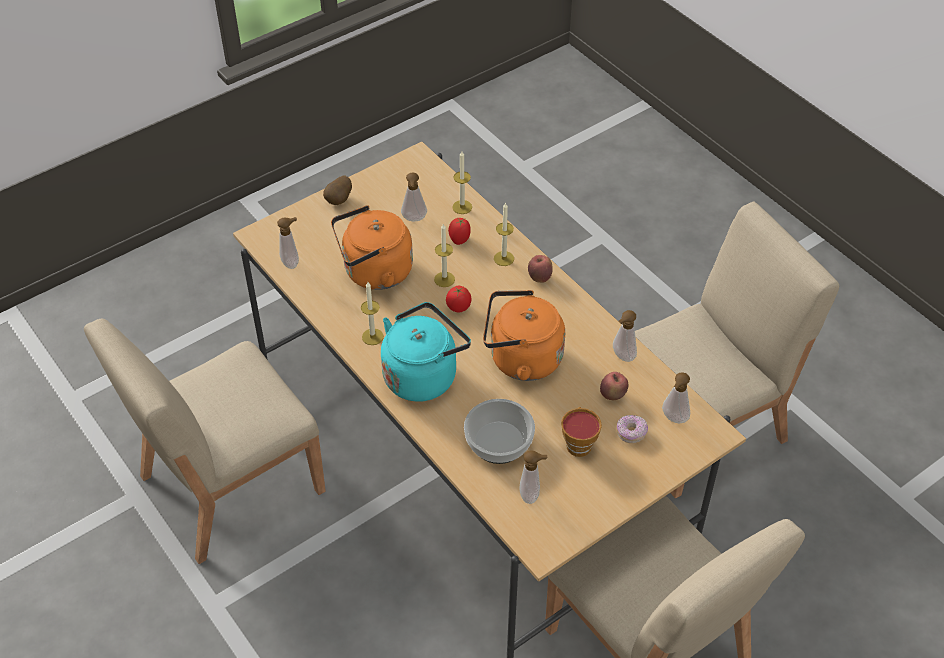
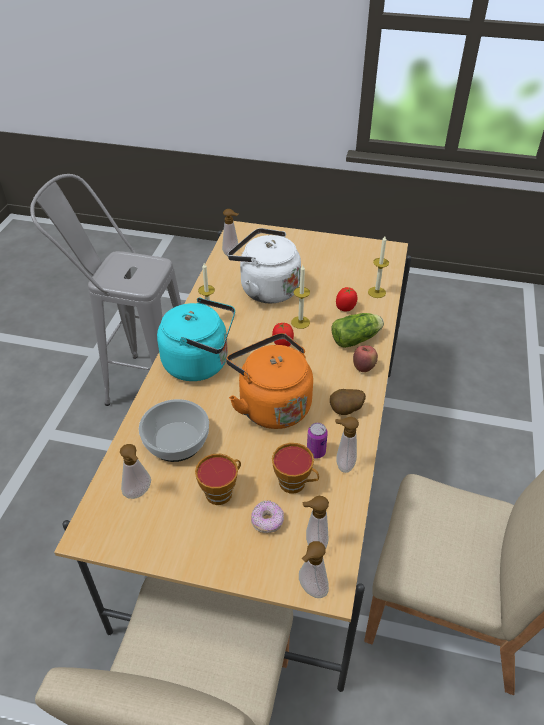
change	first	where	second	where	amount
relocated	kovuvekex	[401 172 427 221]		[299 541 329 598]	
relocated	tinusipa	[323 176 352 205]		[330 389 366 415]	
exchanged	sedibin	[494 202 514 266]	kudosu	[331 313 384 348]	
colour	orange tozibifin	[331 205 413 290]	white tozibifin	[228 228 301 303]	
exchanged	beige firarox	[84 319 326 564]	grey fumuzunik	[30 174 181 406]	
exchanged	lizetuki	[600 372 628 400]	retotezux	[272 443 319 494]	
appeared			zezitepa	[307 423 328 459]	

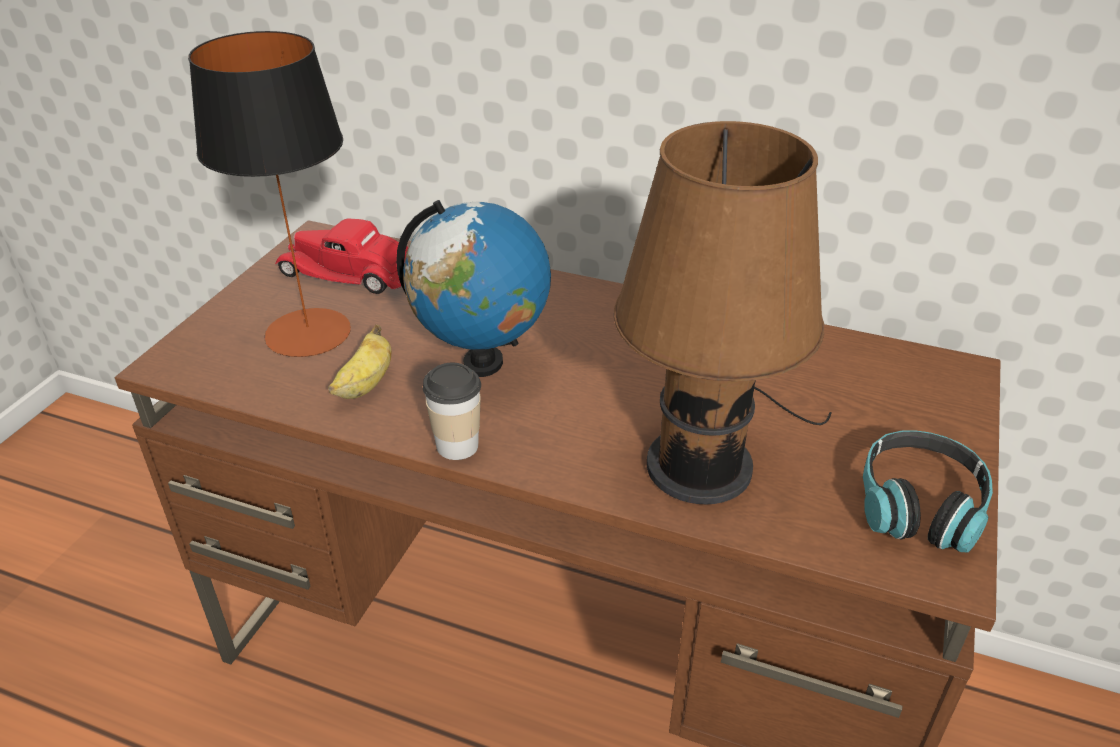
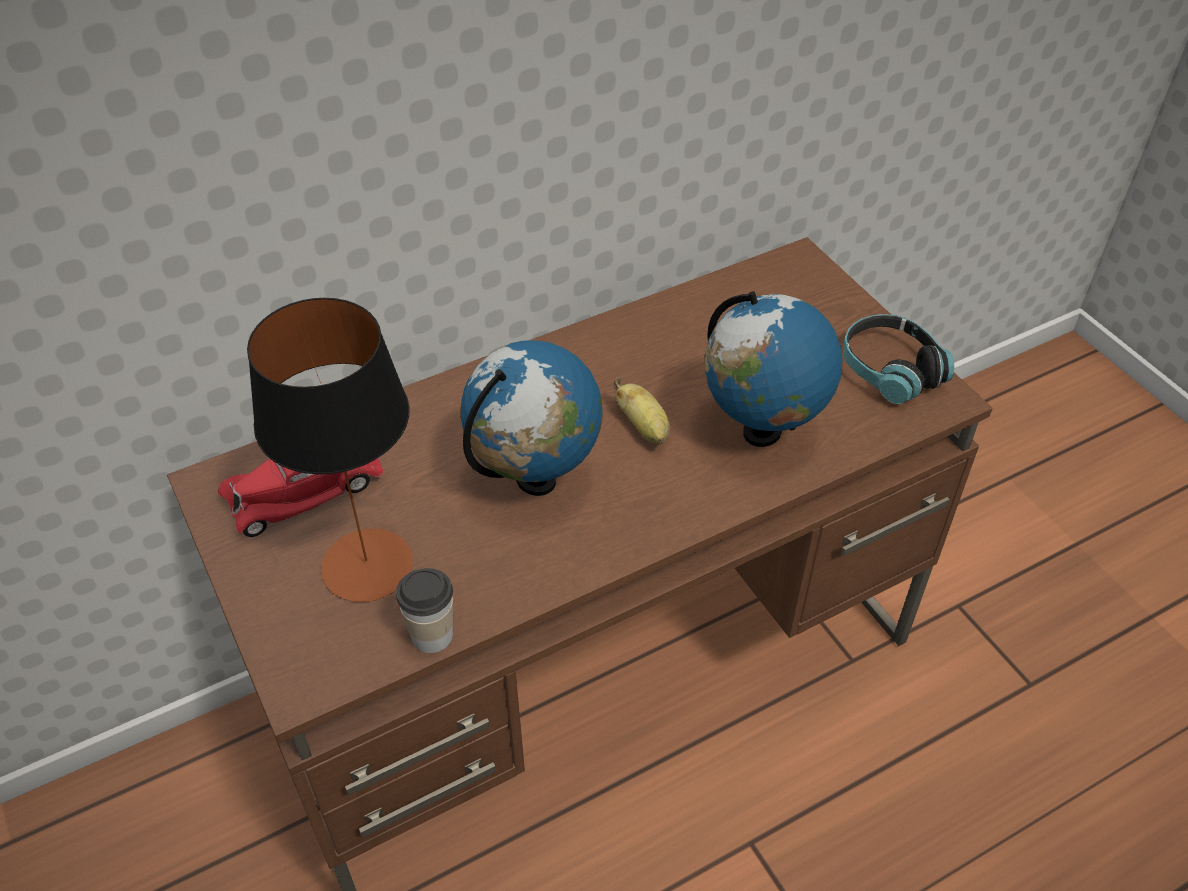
change	first	where	second	where	amount
exchanged	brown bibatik	[614 121 832 504]	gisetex	[705 291 843 447]	
relocated	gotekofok	[328 325 391 399]		[613 377 670 444]	
relocated	retotezux	[423 363 481 460]		[396 568 453 653]	

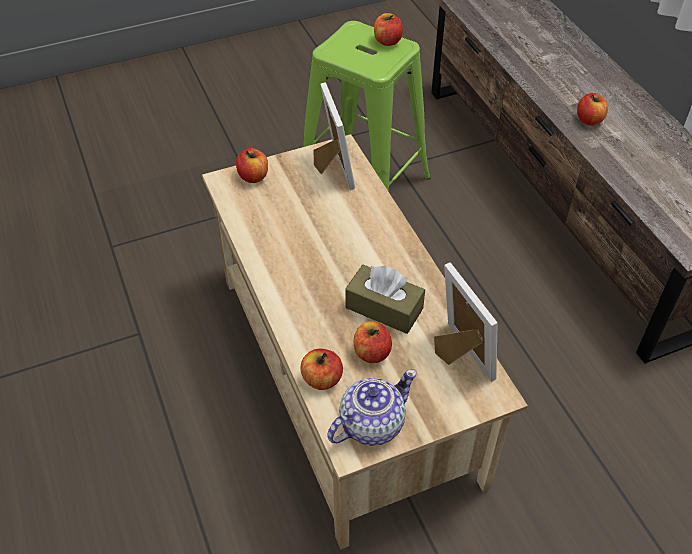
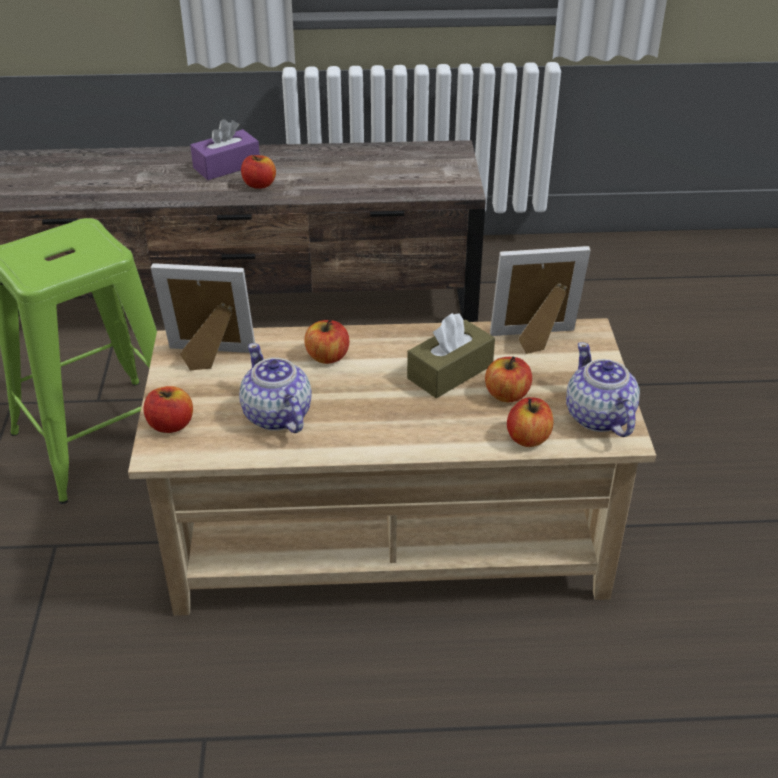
change	first	where	second	where	amount
relocated	lizetuki	[374 13 403 46]		[304 319 349 364]	
appeared			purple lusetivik	[190 119 260 180]	
appeared			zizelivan	[239 343 312 433]	

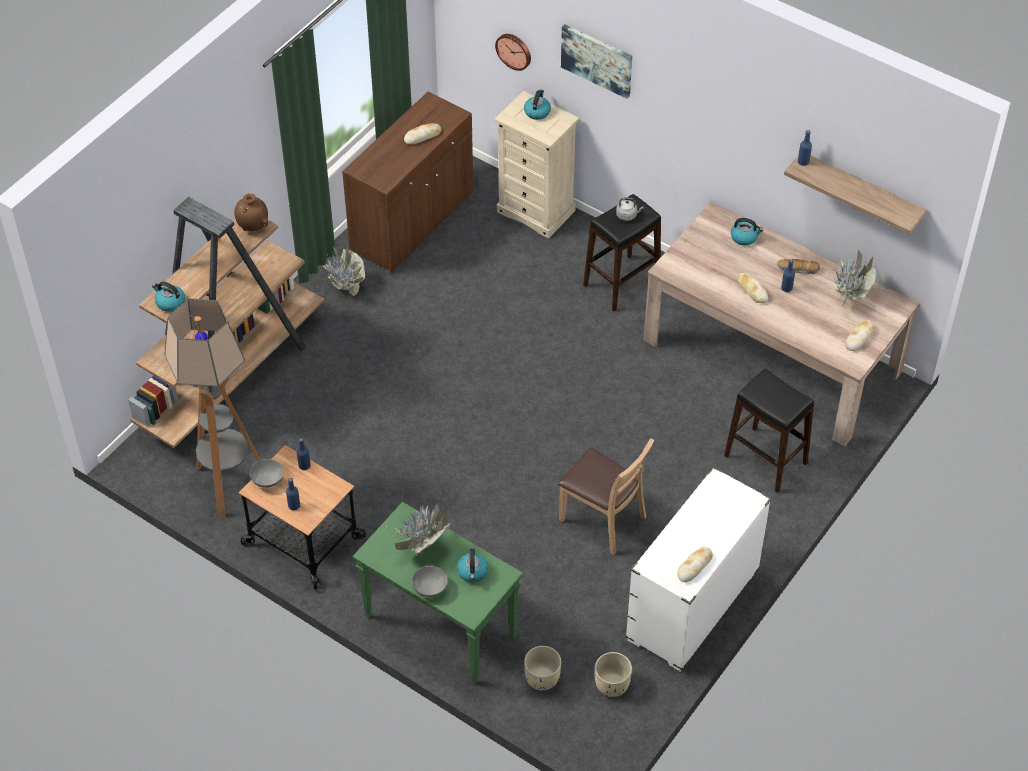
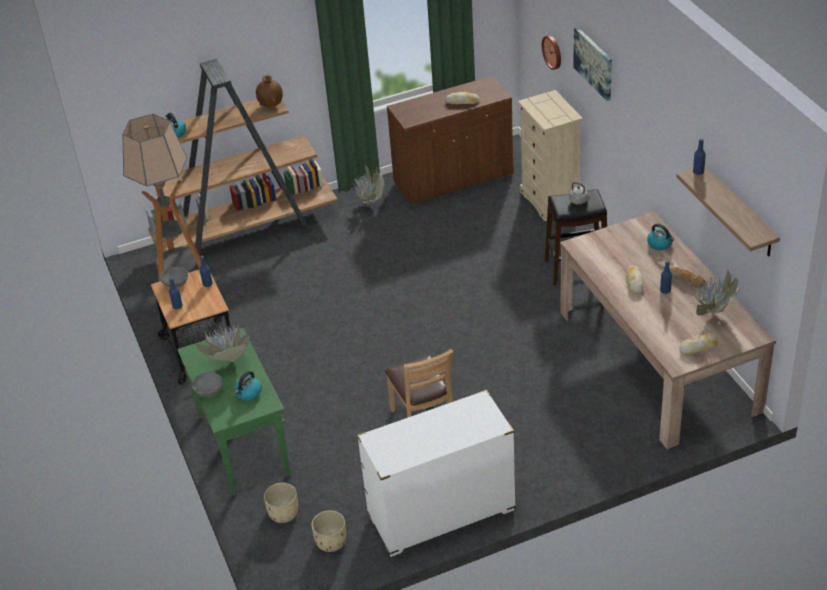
change	first	where	second	where	amount
missing	tozibifin	[524 90 551 120]			
missing	black fumuzunik	[724 369 814 493]			
missing	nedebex	[677 547 713 582]			

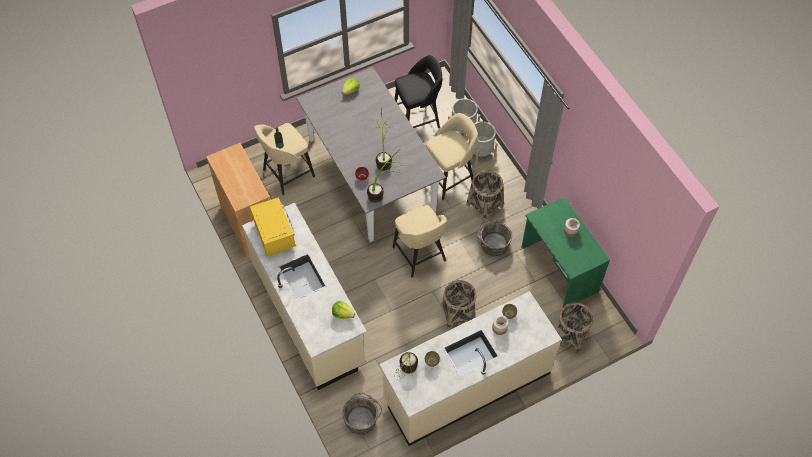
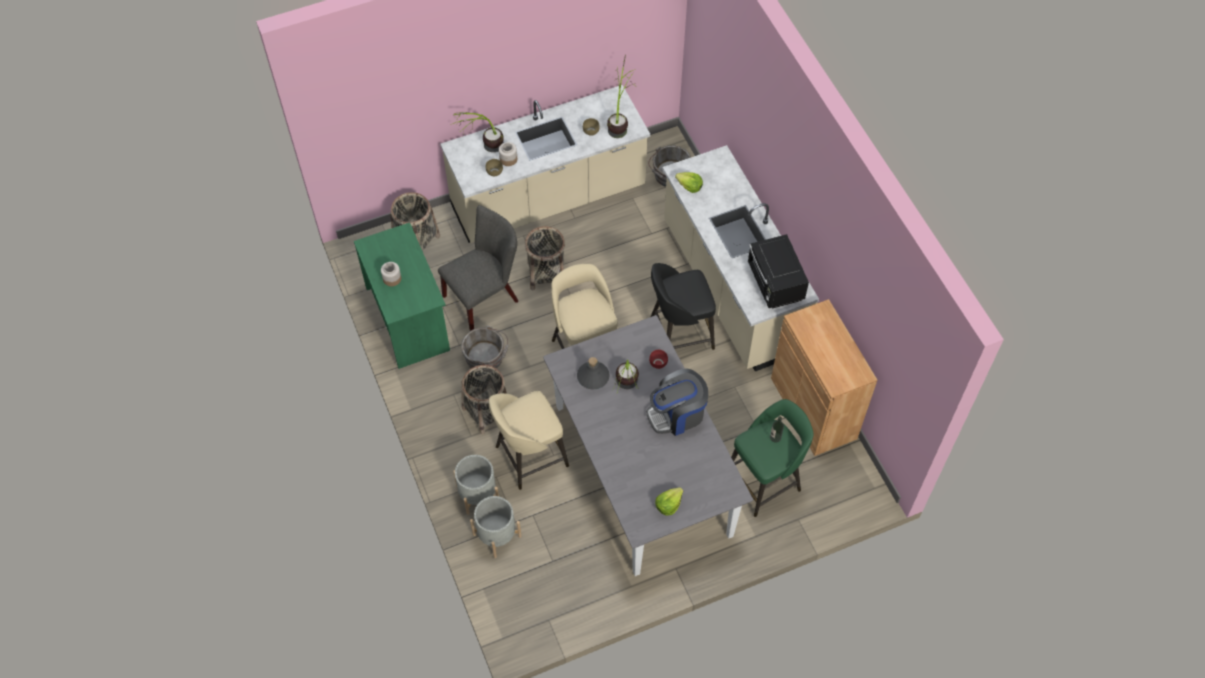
change	first	where	second	where	amount
relocated	black fumuzunik	[395 55 442 128]		[650 263 716 350]	
colour	beige fumuzunik	[254 123 315 195]	green fumuzunik	[731 399 813 517]	
relocated	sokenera	[367 150 402 203]		[451 112 504 152]	
colour	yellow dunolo	[250 197 296 256]	black dunolo	[748 234 809 309]	
appeared			grey firarox	[438 205 518 331]	
appeared			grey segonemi	[577 357 610 390]	
appeared			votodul	[646 368 708 436]	

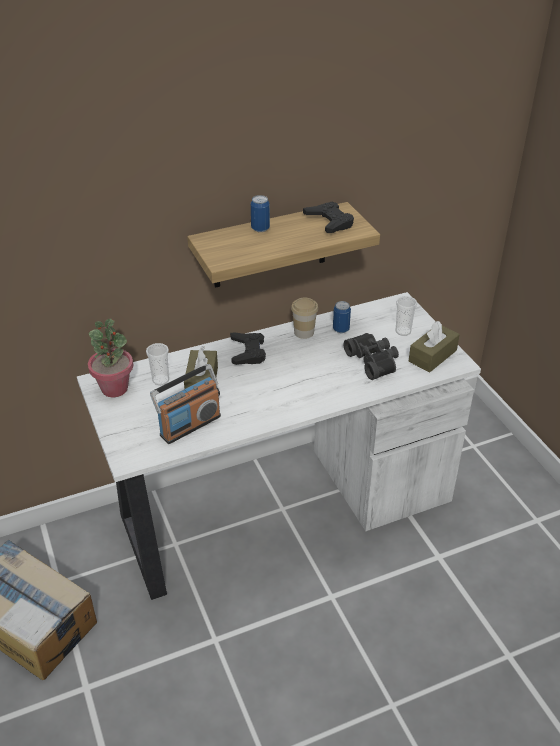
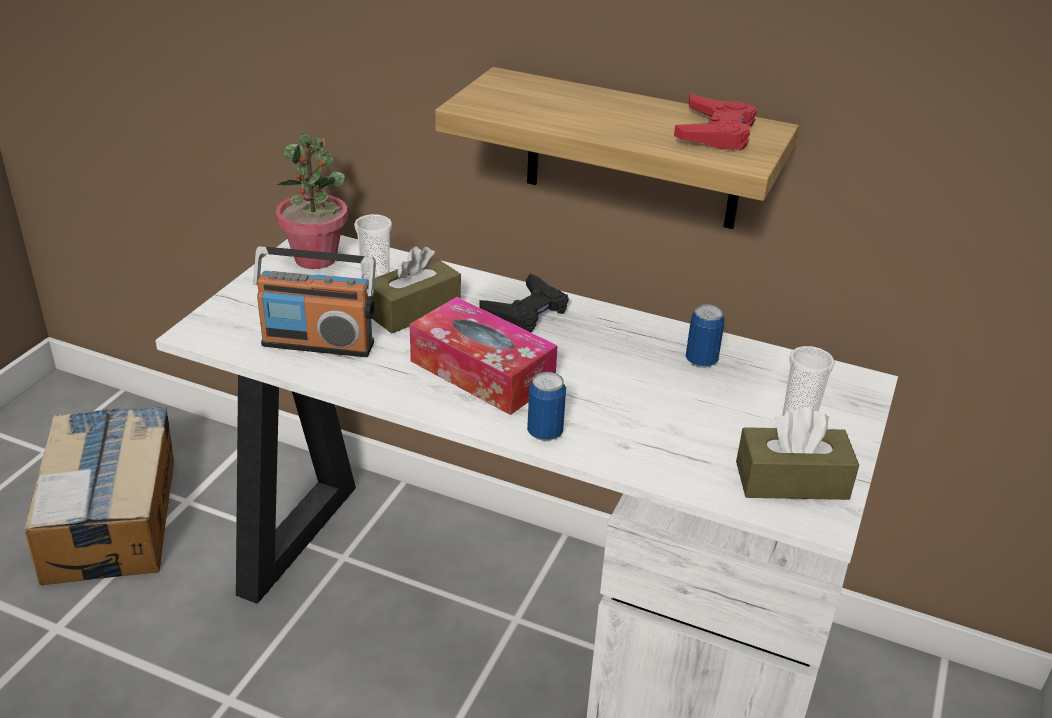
change	first	where	second	where	amount
relocated	zezitepa	[251 195 270 232]		[527 372 566 441]	
colour	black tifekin	[303 202 354 233]	red tifekin	[674 93 757 150]	
missing	retotezux	[291 298 318 339]			
missing	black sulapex	[344 333 399 380]			
appeared			lusetivik	[410 297 558 415]	

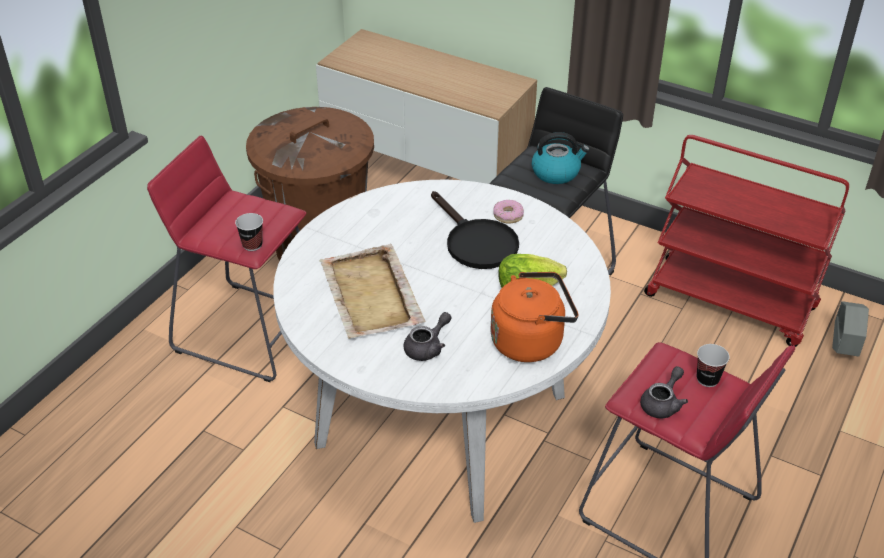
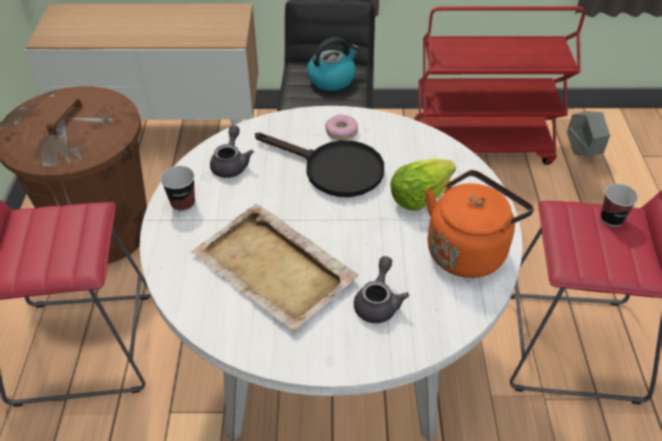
change	first	where	second	where	amount
relocated	retotezux	[235 213 263 251]		[161 166 195 212]	
relocated	grey zizelivan	[640 366 688 418]		[210 125 254 178]	

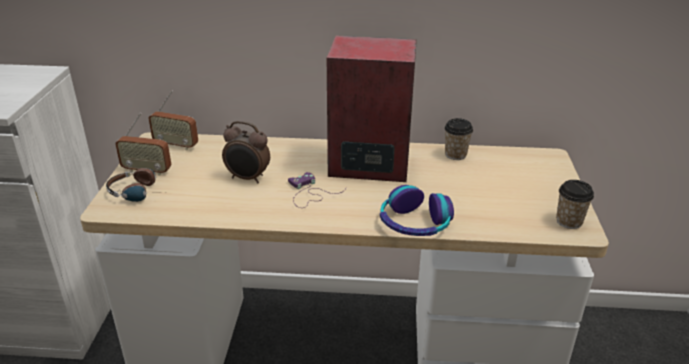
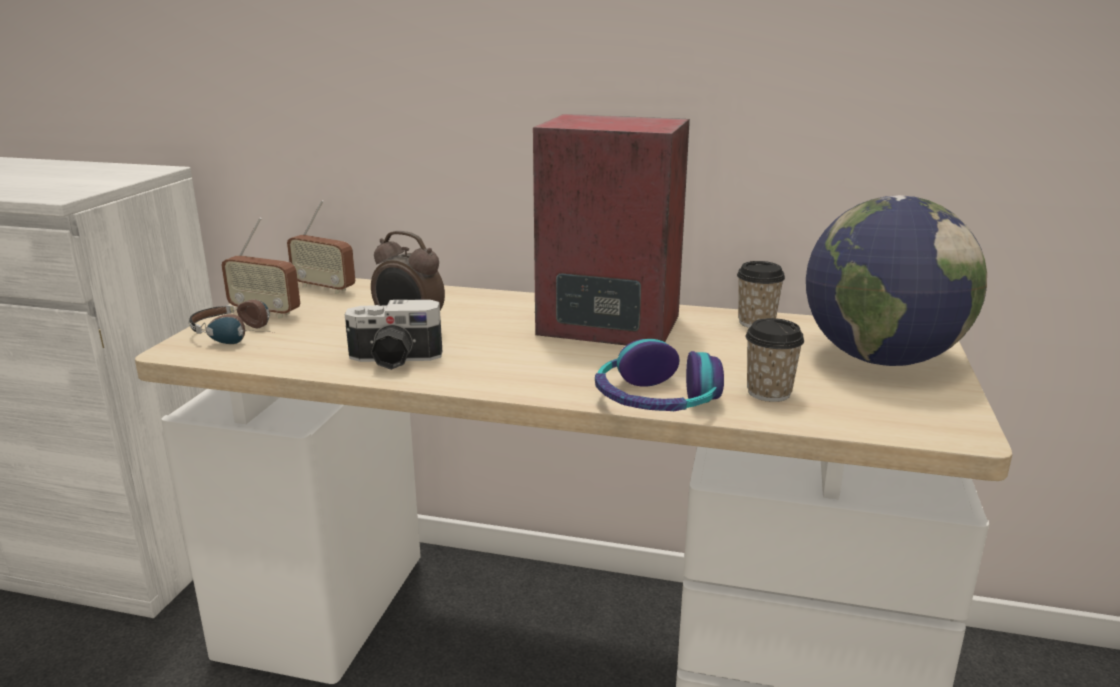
change	first	where	second	where	amount
missing	purple tifekin	[288 172 347 208]			
relocated	retotezux	[556 180 594 229]		[745 318 804 402]	
appeared			gisetex	[806 195 987 366]	
appeared			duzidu	[345 299 442 370]	

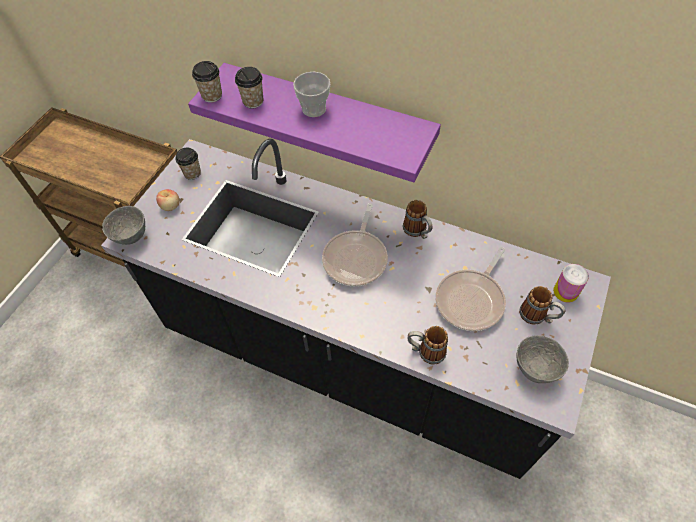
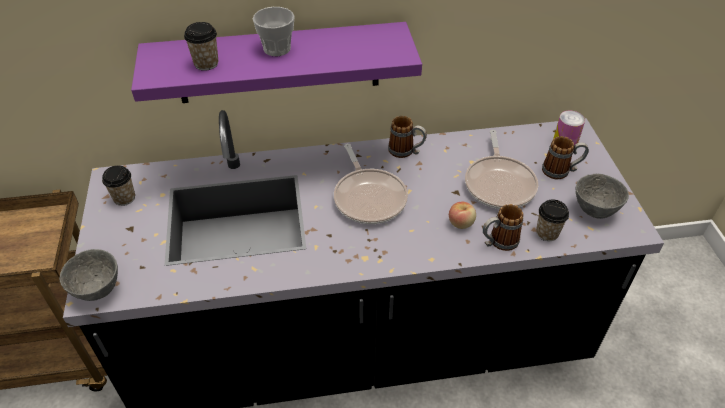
change	first	where	second	where	amount
relocated	retotezux	[192 61 222 102]		[536 200 569 241]	
relocated	lizetuki	[156 189 179 211]		[449 202 476 229]	

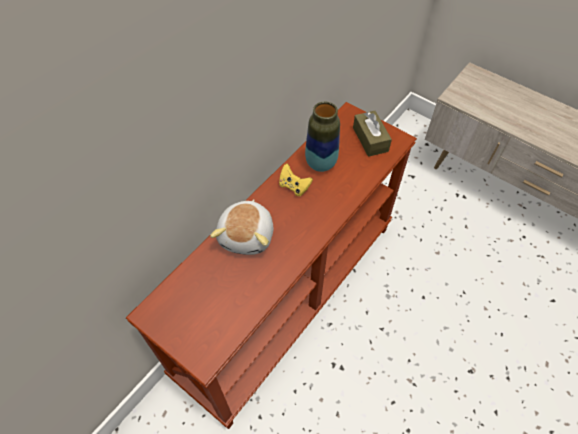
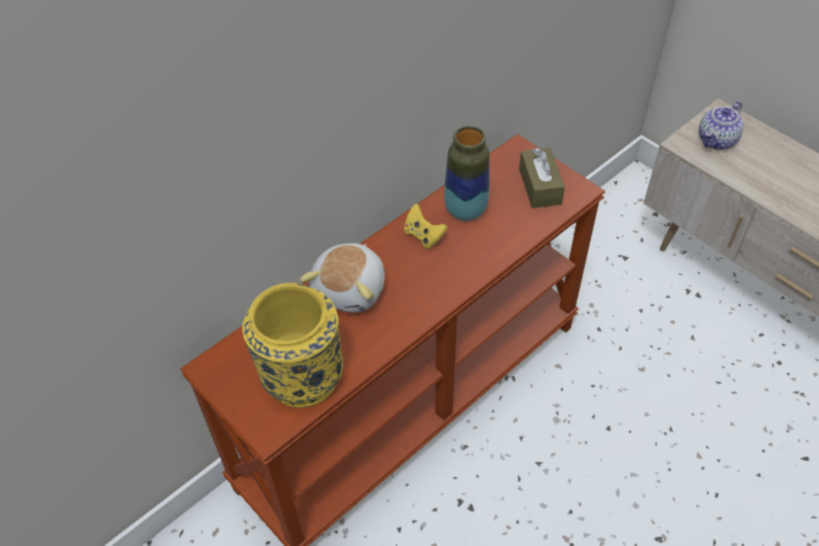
change	first	where	second	where	amount
appeared			zizelivan	[699 101 744 150]	
appeared			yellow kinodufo	[242 283 343 408]	

